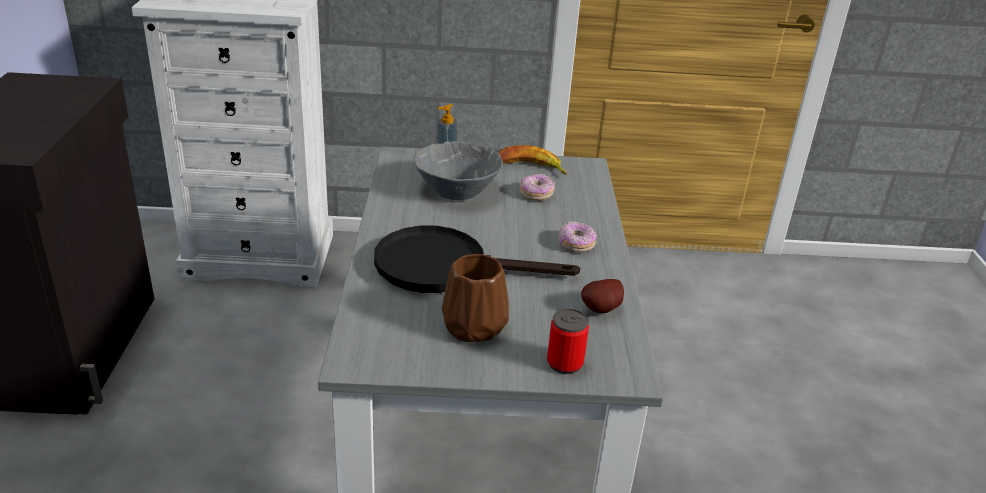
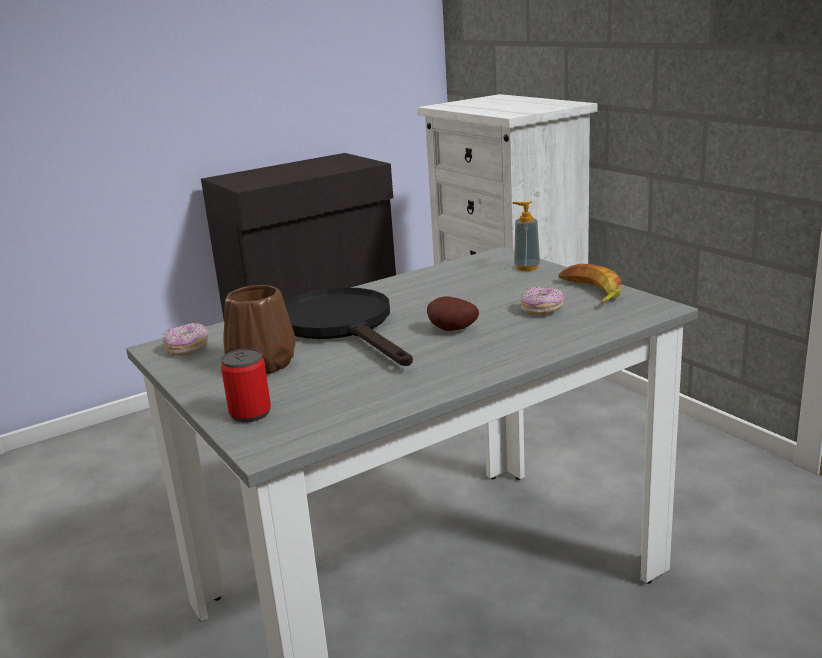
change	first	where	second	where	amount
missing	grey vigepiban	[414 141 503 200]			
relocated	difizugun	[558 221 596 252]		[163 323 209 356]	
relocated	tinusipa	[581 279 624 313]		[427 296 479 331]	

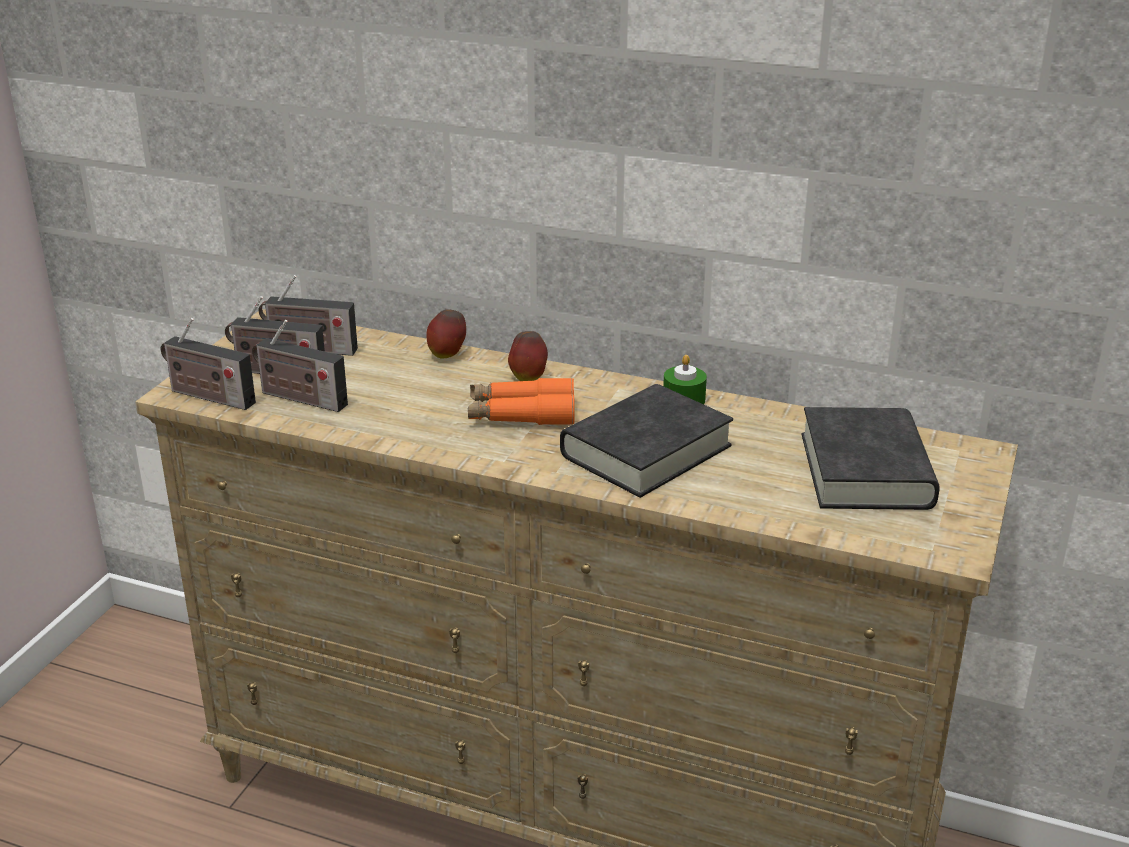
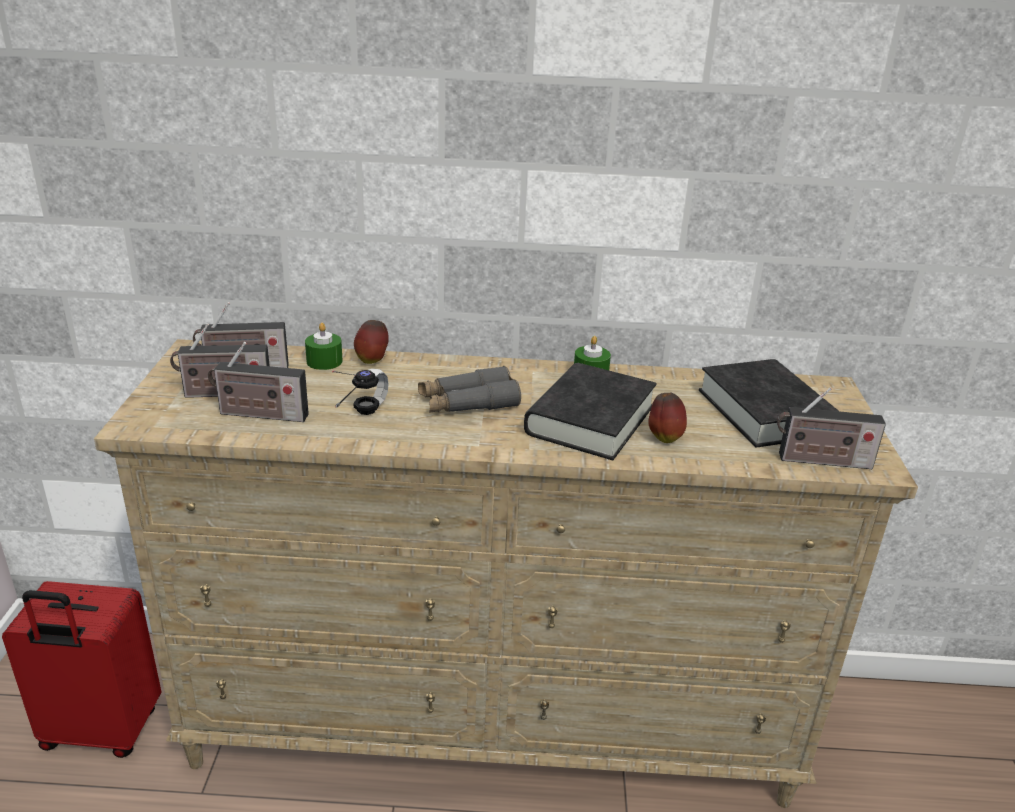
change	first	where	second	where	amount
relocated	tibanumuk	[161 318 256 410]		[777 388 886 469]	
relocated	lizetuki	[508 331 548 381]		[648 393 687 443]	
colour	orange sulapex	[468 377 575 425]	grey sulapex	[418 366 521 413]	
appeared			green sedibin	[305 323 343 370]	
appeared			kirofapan	[332 369 388 415]	
appeared			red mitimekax	[2 581 161 758]	

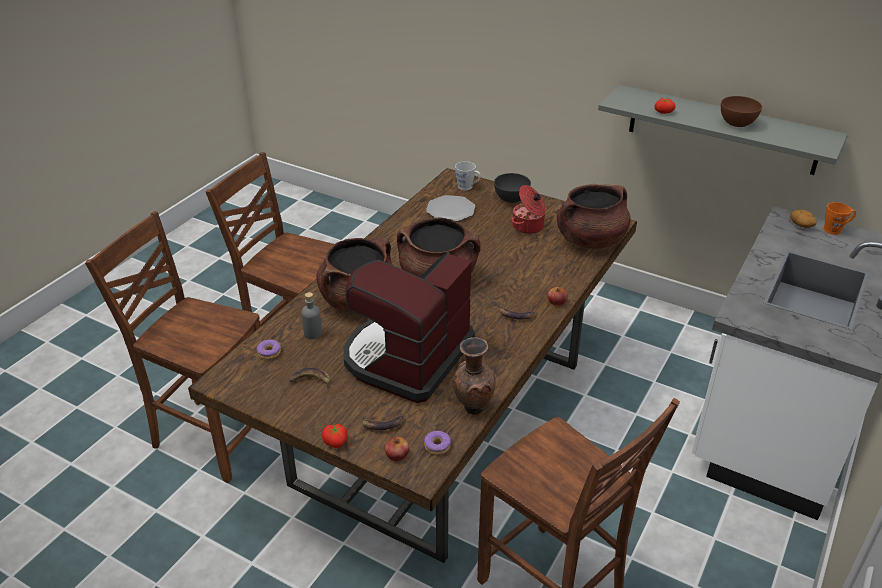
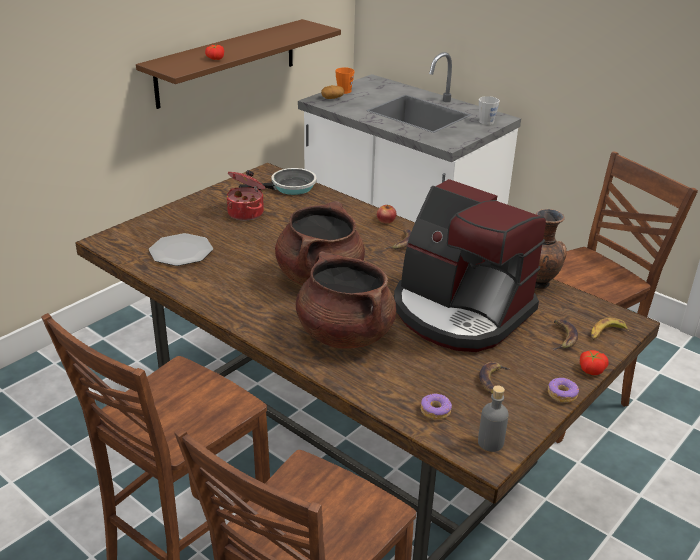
change	first	where	second	where	amount
colour	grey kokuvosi	[598 85 848 175]	brown kokuvosi	[136 19 341 109]	
missing	brown vigepiban	[721 96 762 127]			
relocated	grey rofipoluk	[455 161 481 190]		[479 96 500 125]	
missing	grey vigepiban	[494 173 531 203]			
exchanged	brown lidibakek	[557 184 631 249]	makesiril	[239 168 317 195]	
relocated	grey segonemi	[301 292 322 339]		[478 385 509 452]	
relocated	difizugun	[424 431 451 455]		[548 378 579 403]	
exchanged	lizetuki	[385 437 409 461]	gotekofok	[591 318 629 340]	

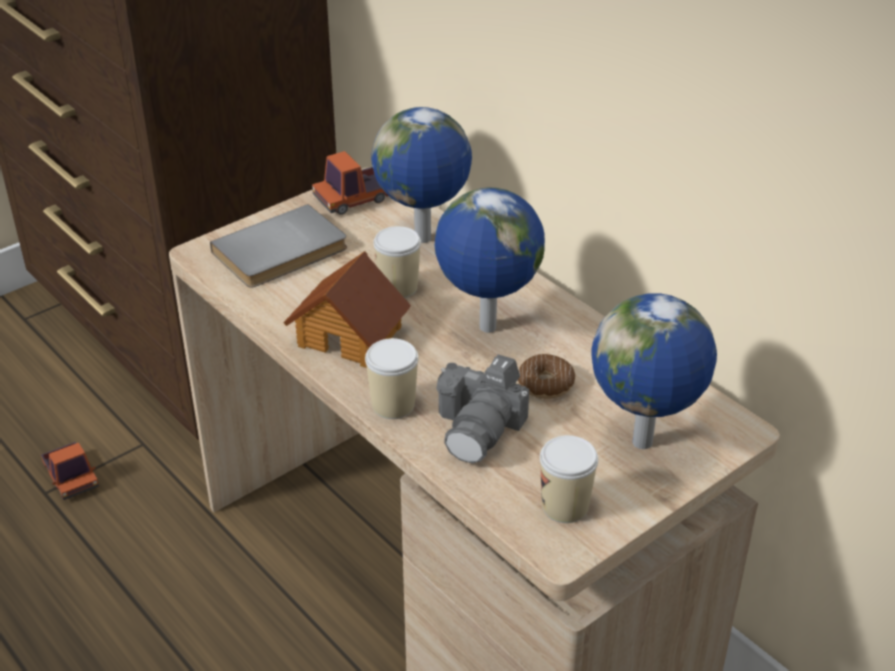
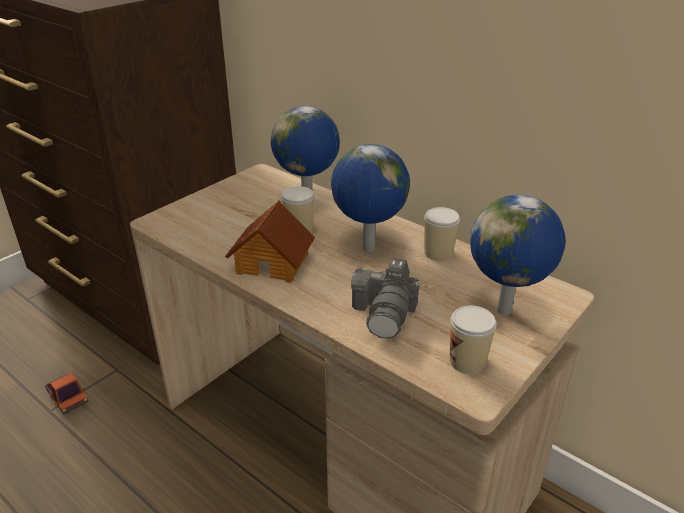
change	first	where	second	where	amount
missing	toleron	[312 151 388 215]			
missing	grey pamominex	[210 204 347 288]			
relocated	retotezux	[365 338 419 419]		[424 207 460 261]	
missing	difizugun	[518 354 575 399]			

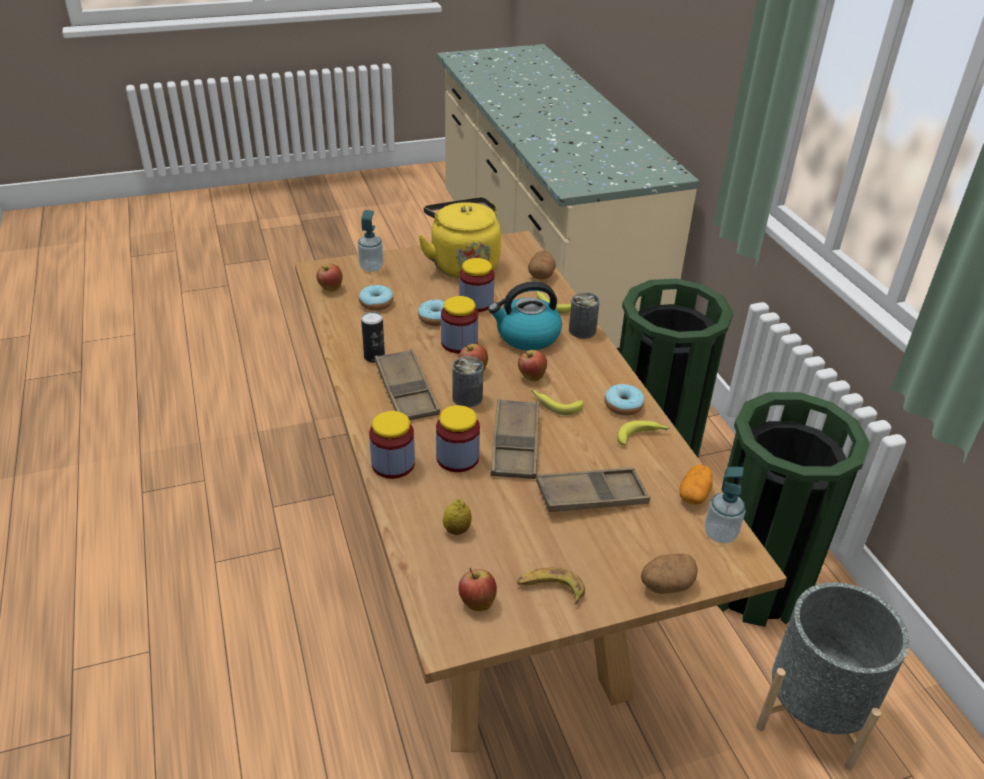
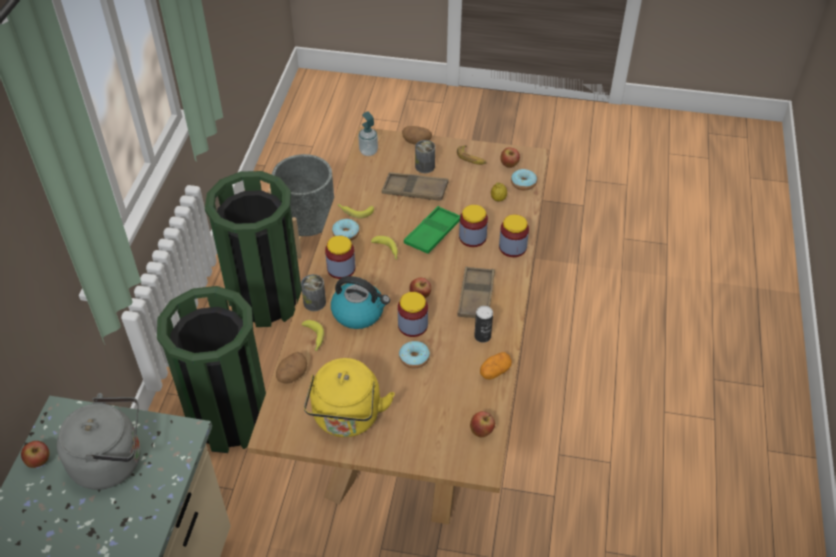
change	first	where	second	where	amount
missing	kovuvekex	[358 210 383 272]			
relocated	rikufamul	[459 258 495 312]		[325 236 355 279]	
relocated	difizugun	[359 285 393 311]		[511 169 537 191]	
relocated	lizetuki	[518 350 547 381]		[21 441 49 468]	
relocated	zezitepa	[452 356 484 408]		[415 140 435 173]	
colour	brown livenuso	[490 399 539 479]	green livenuso	[404 206 460 254]	
relocated	tinusipa	[680 464 713 505]		[480 352 512 380]	
appeared			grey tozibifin	[57 393 141 490]	

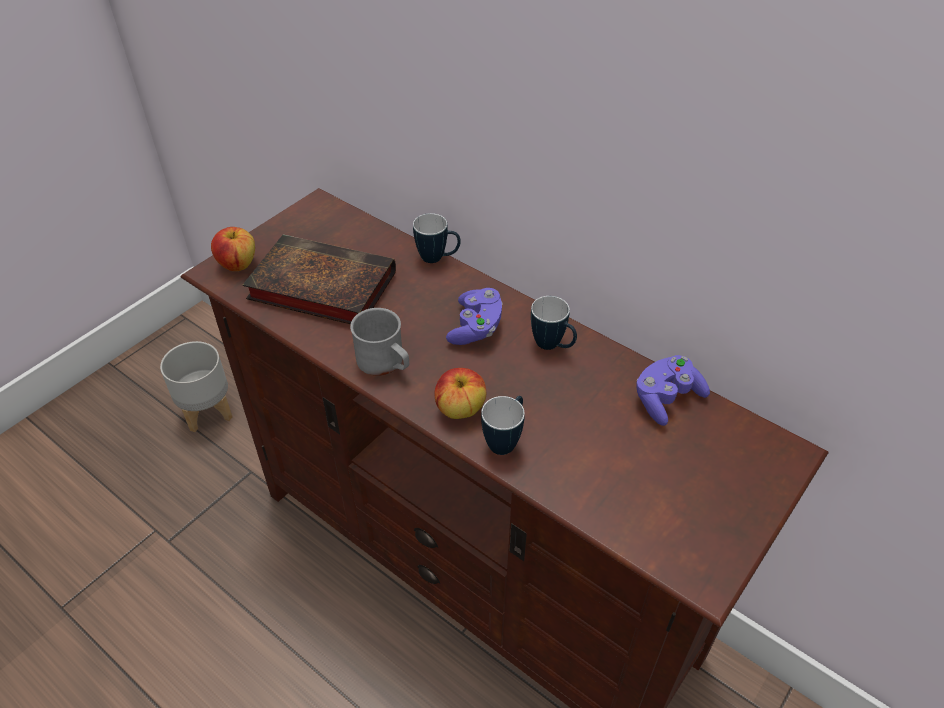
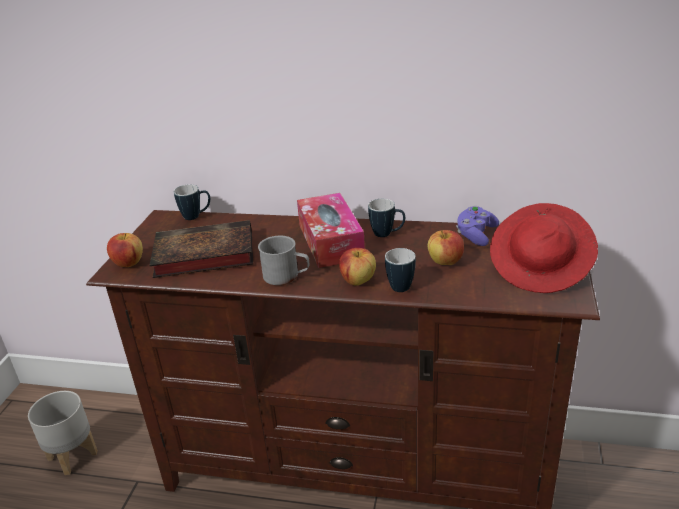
change	first	where	second	where	amount
relocated	rofipoluk	[413 213 461 263]		[174 184 210 220]	
exchanged	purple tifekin	[446 288 503 345]	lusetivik	[297 193 365 268]	
appeared			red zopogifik	[490 203 598 293]	
appeared			lizetuki	[428 230 464 265]	

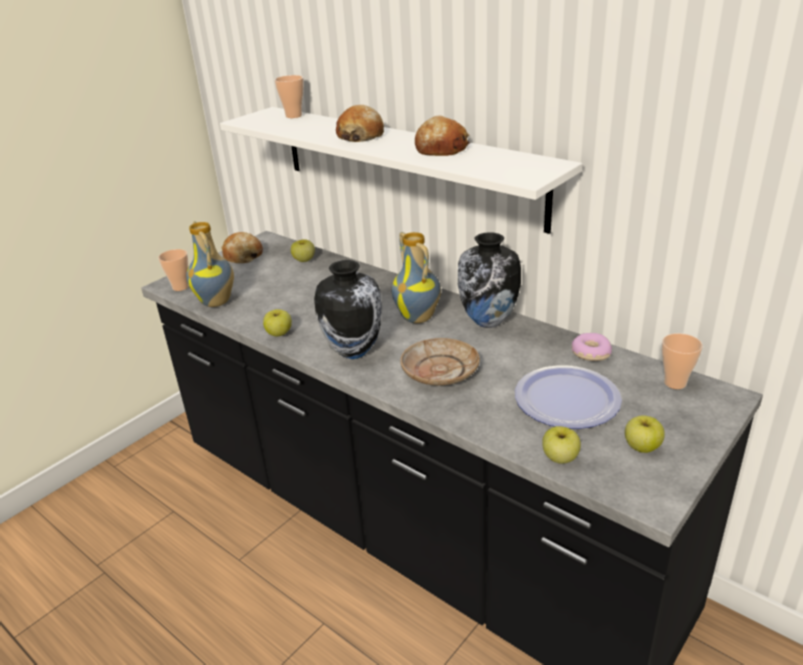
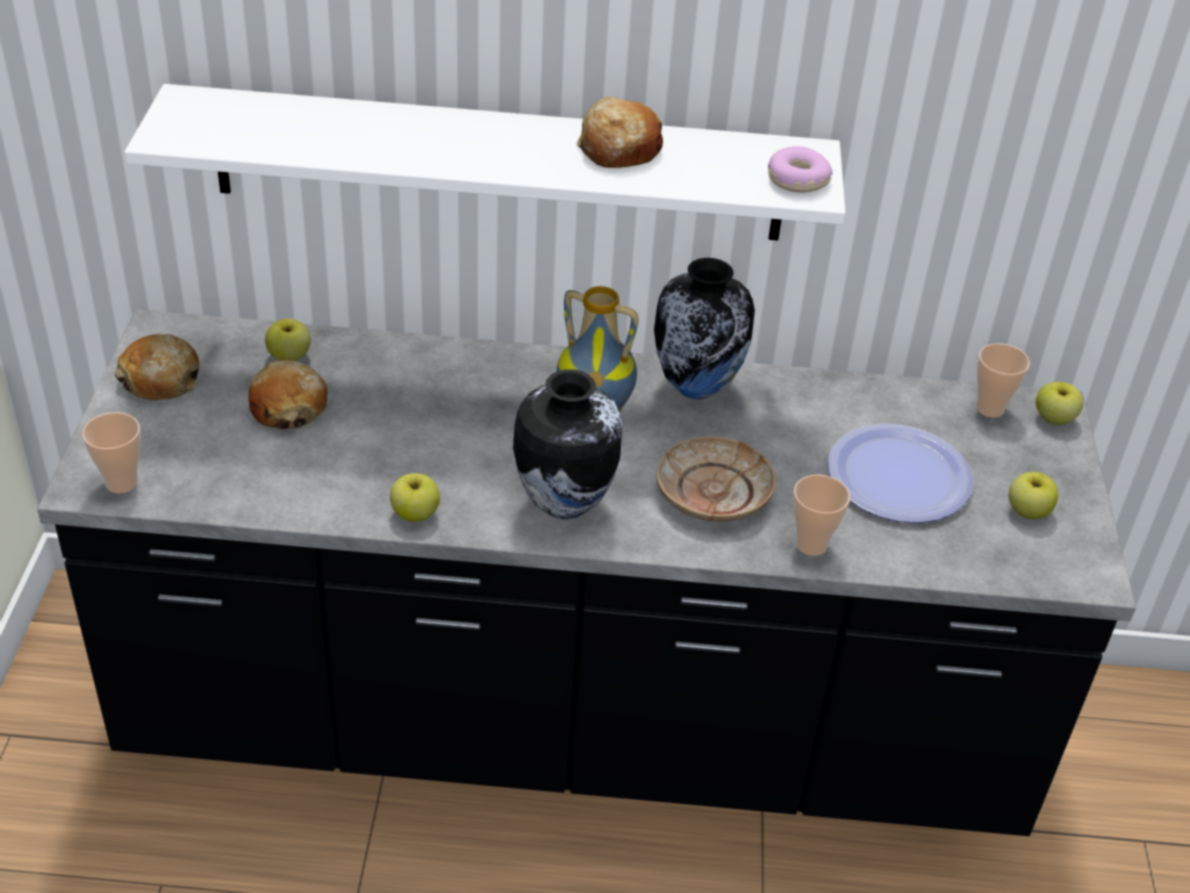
change	first	where	second	where	amount
relocated	retotezux	[274 75 304 118]		[793 475 850 556]	
relocated	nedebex	[336 105 384 142]		[249 359 327 429]	
missing	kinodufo	[186 221 234 307]			
relocated	difizugun	[572 333 612 361]		[768 146 833 192]	
relocated	lizetuki	[542 426 581 464]		[1036 382 1083 425]	

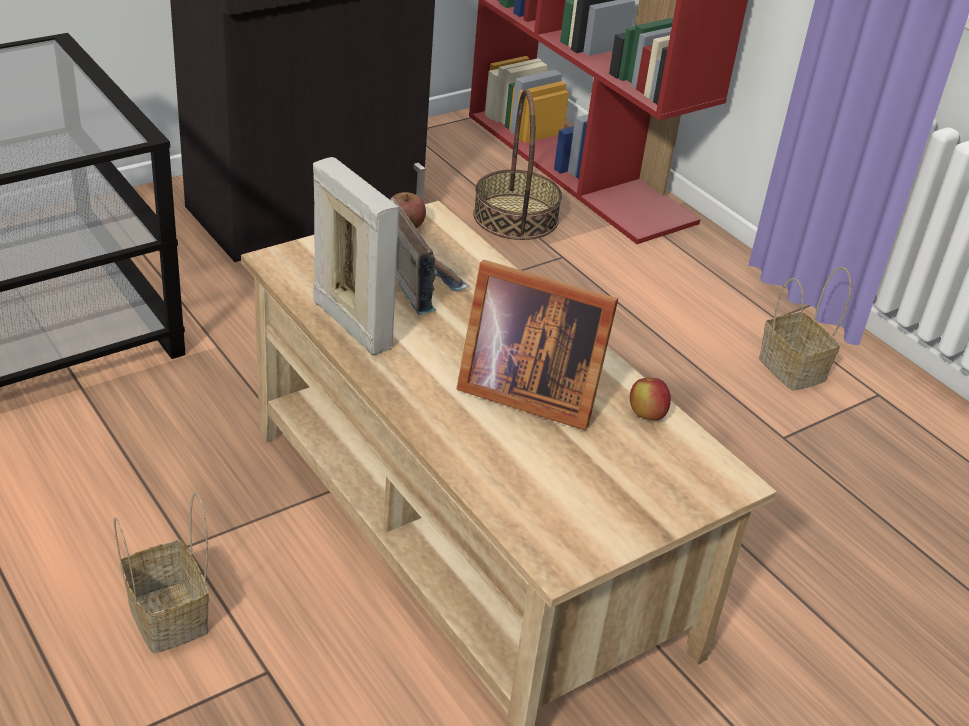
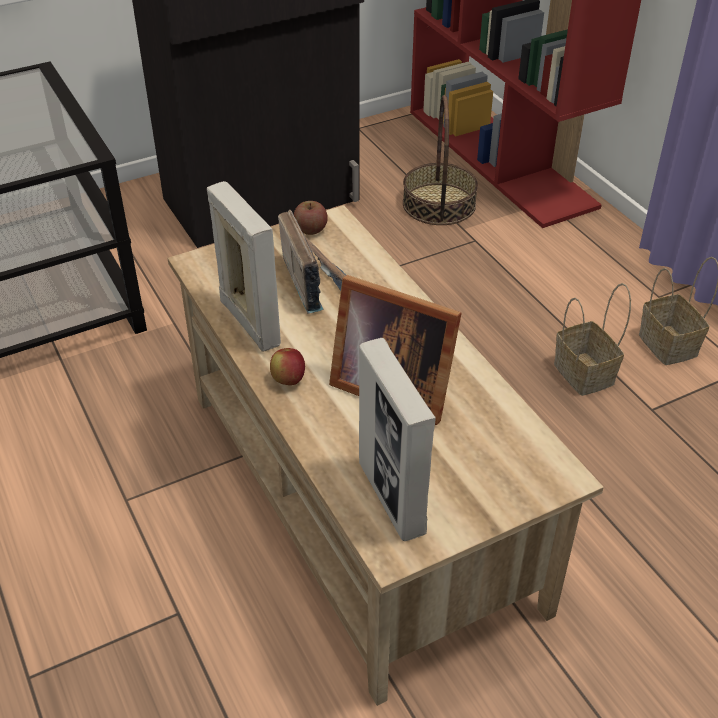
change	first	where	second	where	amount
relocated	lizetuki	[630 378 671 420]		[270 348 305 385]	
relocated	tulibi	[114 492 209 654]		[554 283 631 396]	
appeared			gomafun	[359 338 436 541]	

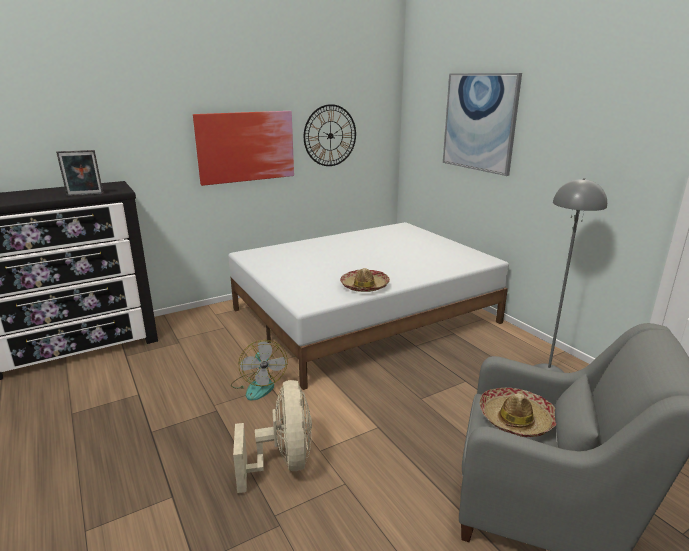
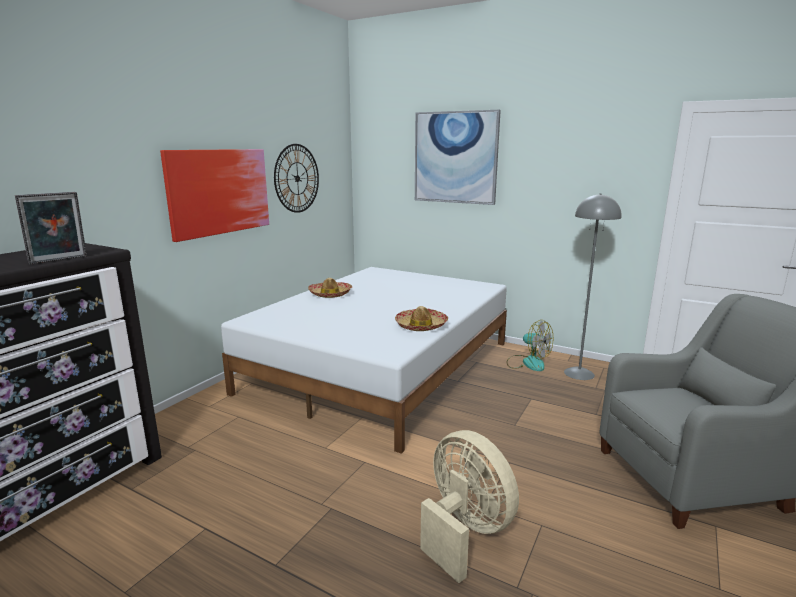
change	first	where	second	where	amount
relocated	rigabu	[231 340 288 401]		[507 320 553 371]	
relocated	zopogifik	[480 388 556 437]		[308 278 352 298]	

